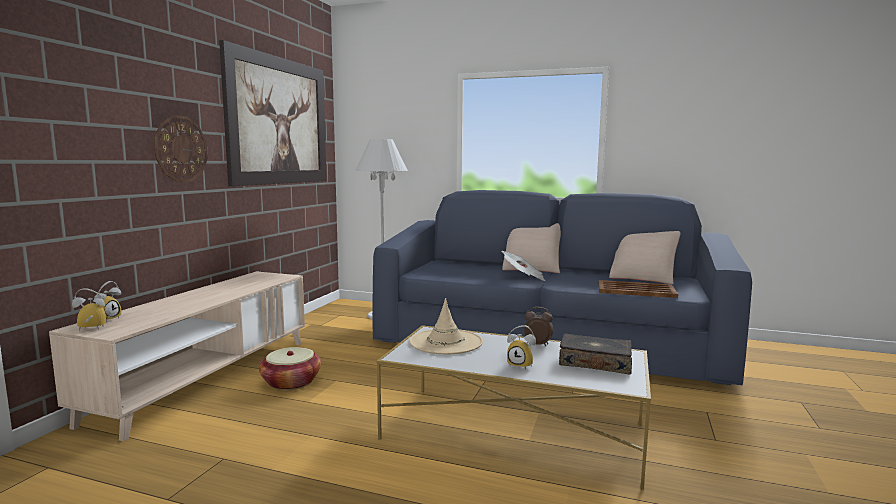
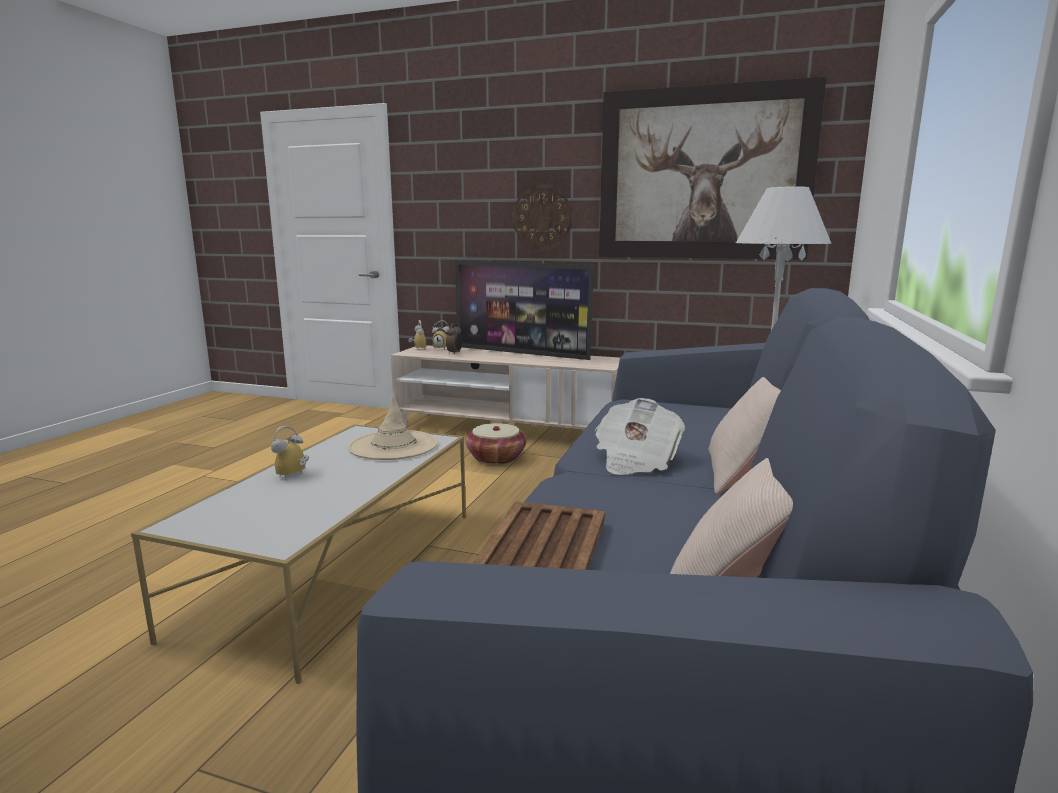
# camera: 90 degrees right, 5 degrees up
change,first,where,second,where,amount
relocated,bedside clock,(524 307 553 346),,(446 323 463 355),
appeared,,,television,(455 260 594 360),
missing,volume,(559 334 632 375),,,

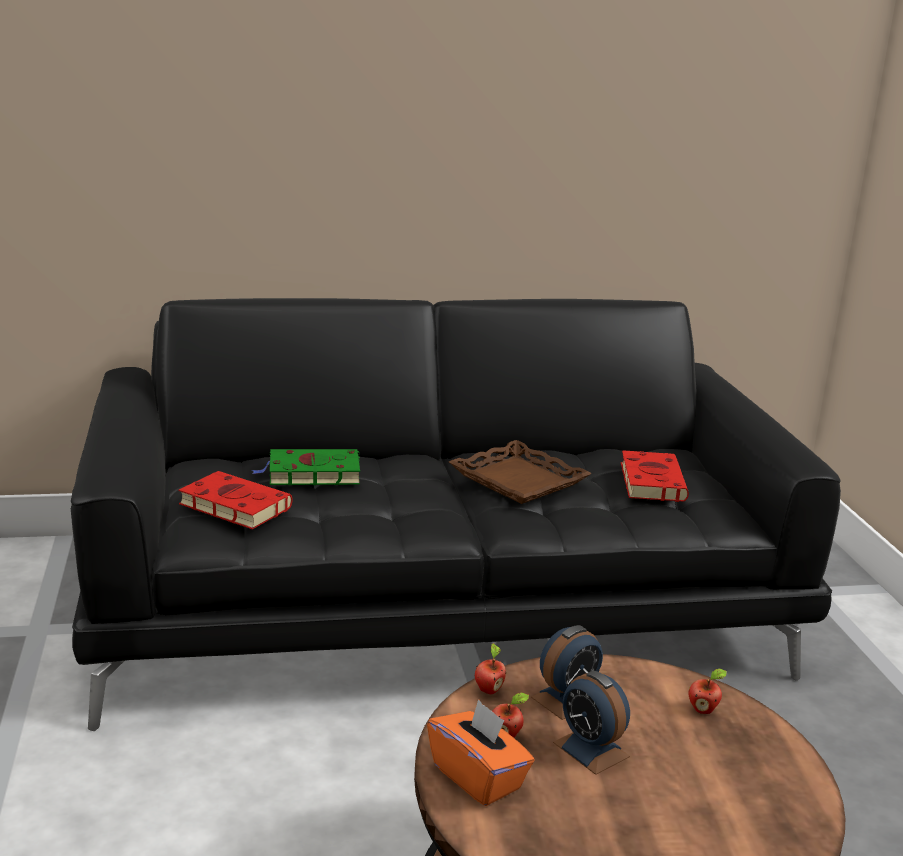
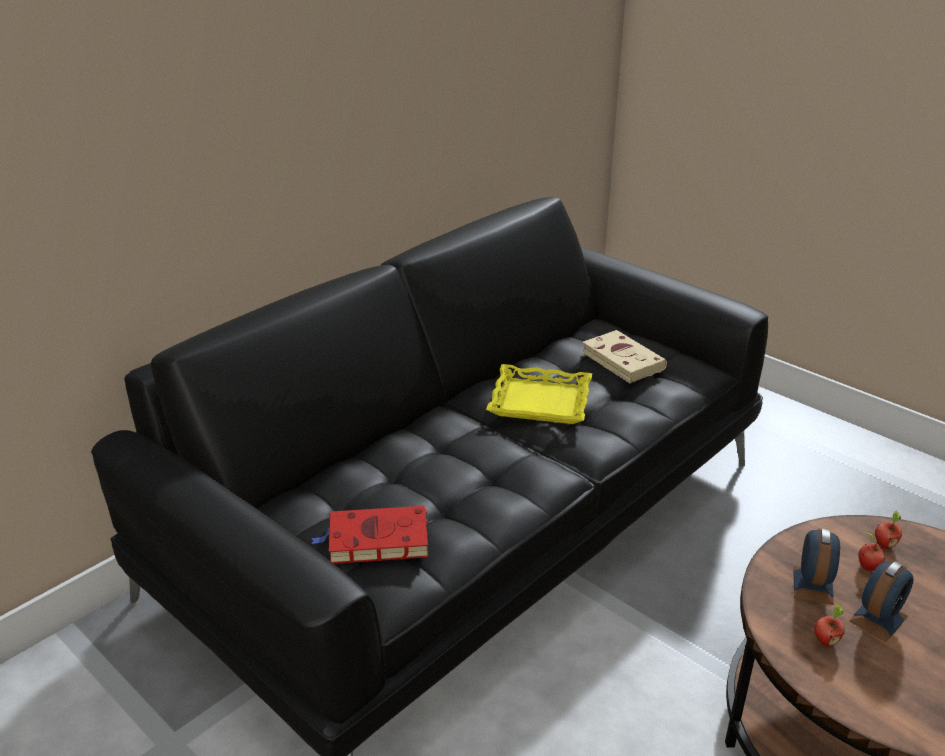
# camera: 35 degrees left, 10 degrees up
change,first,where,second,where,amount
colour,brown carrying tray,(449 440 592 504),yellow carrying tray,(486 364 592 424),
colour,red-coloured volume,(621 450 689 502),sand-coloured volume,(582 330 667 383),
spun,bedside clock,(553 671 630 775),,(849 561 913 642),60 degrees counterclockwise
relocated,apple fruit,(475 643 506 694),,(858 532 885 571),
missing,green volume,(252 449 360 485),,,
missing,orange-coloured tissue box,(427 699 535 806),,,

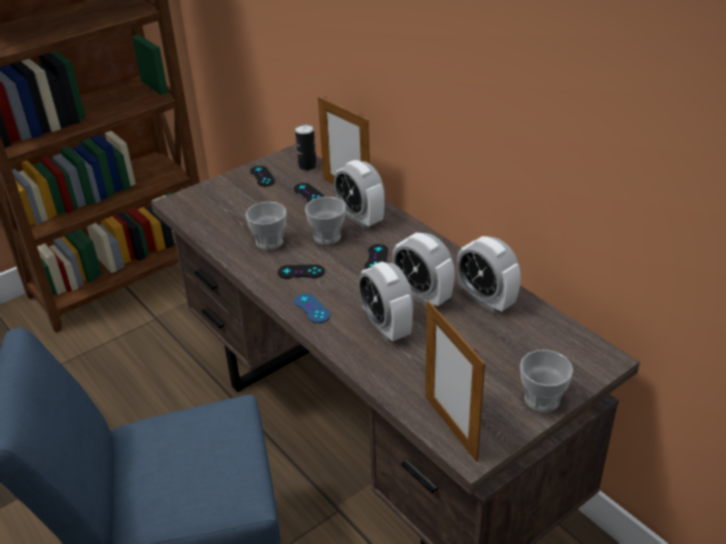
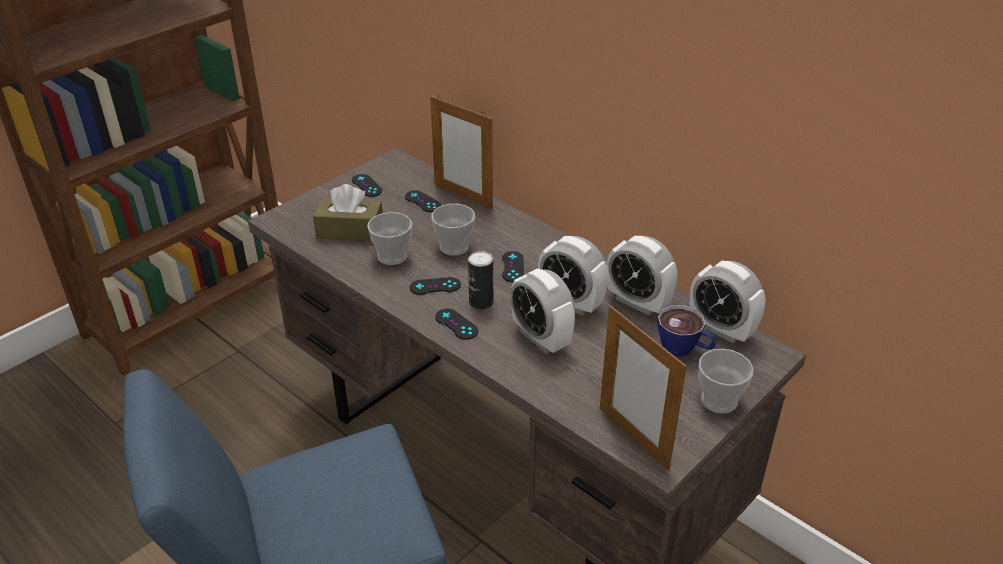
# camera: 10 degrees left, 0 degrees up
change,first,where,second,where,amount
appeared,,,brown tissue box,(313 184 383 241),
colour,blue-coloured joypad,(294 293 330 323),black joypad,(435 309 478 340),
relocated,sealed can,(295 124 317 170),,(468 251 493 310),
appeared,,,small cup,(658 305 717 357),
relocated,bedside clock,(334 160 385 229),,(690 261 766 344),

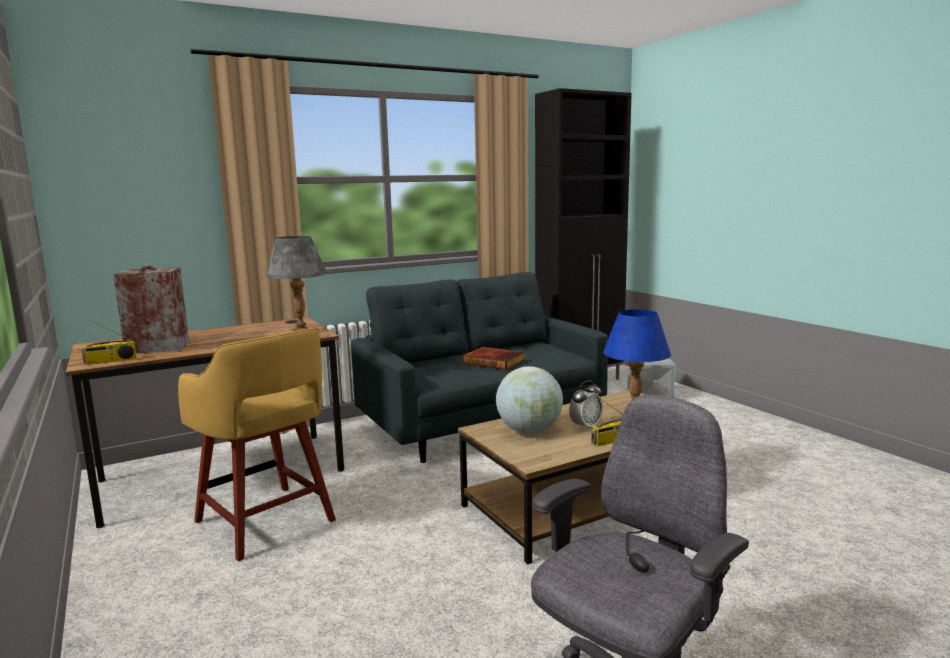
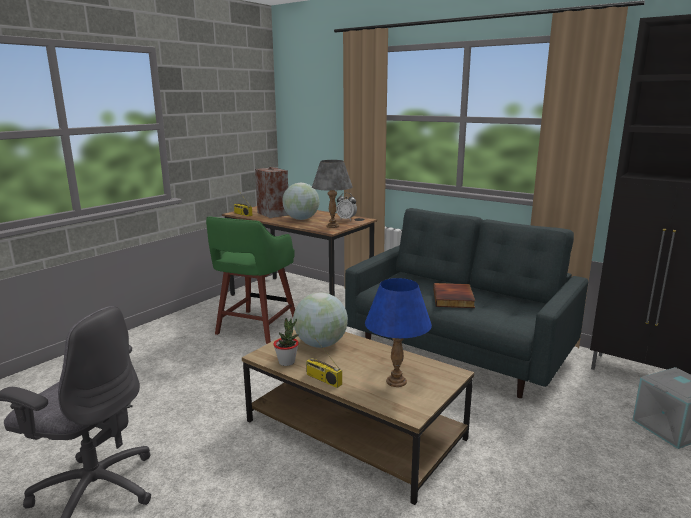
# camera: 65 degrees right, 5 degrees up
change,first,where,second,where,amount
colour,yellow sitting stool,(178 328 336 561),green sitting stool,(206 217 295 344),
appeared,,,plant in a pot,(273 318 299 366),
appeared,,,globe,(282 183 320 220),
relocated,bedside clock,(569 380 603 431),,(336 193 357 221),

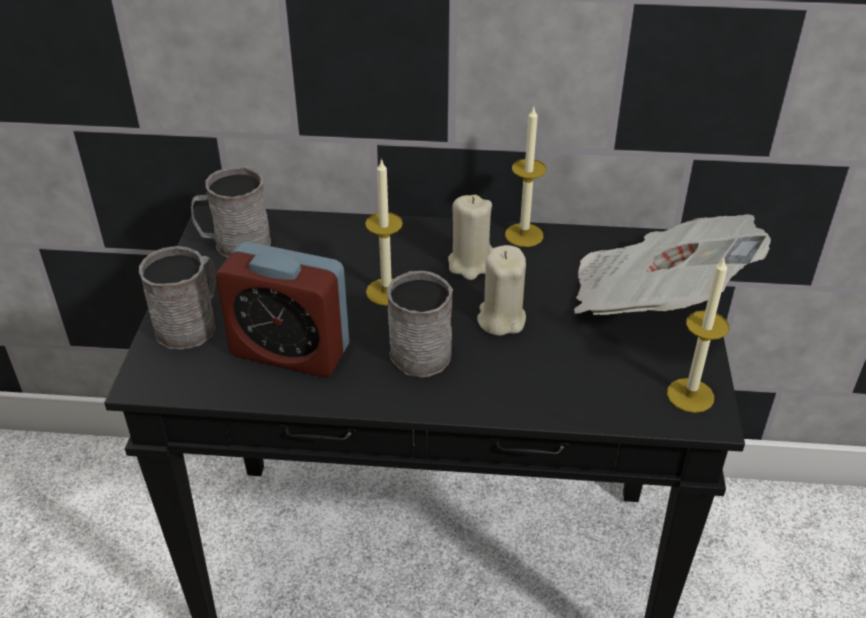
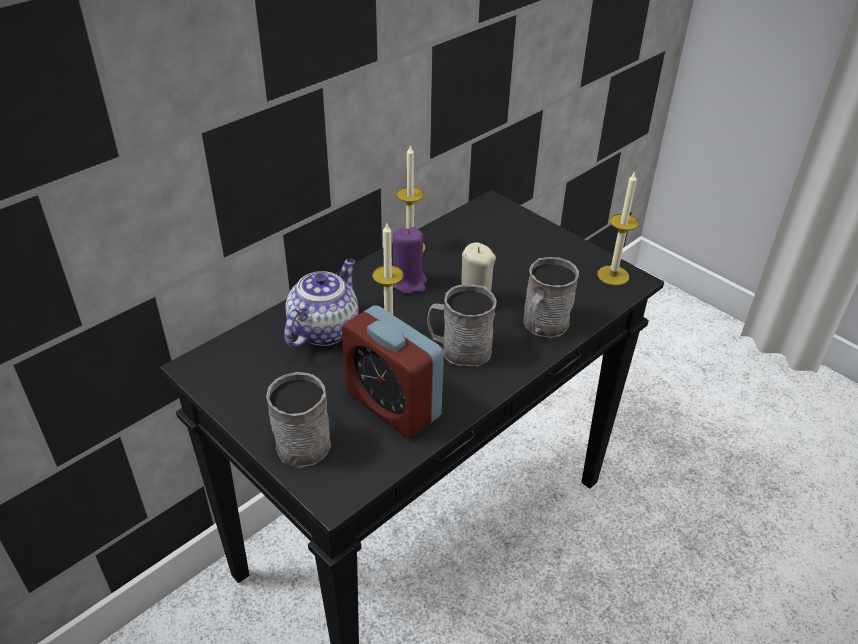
# camera: 50 degrees left, 0 degrees up
change,first,where,second,where,amount
appeared,,,teapot,(284 259 358 347),
spun,bedside clock,(216 241 349 377),,(342 305 444 438),75 degrees clockwise
colour,sand-coloured wax candle,(448 195 492 280),purple-coloured wax candle,(393 227 427 294),
relocated,greyish tea mug,(191 166 271 258),,(523 257 579 338),
missing,daily paper,(574 214 771 315),,,

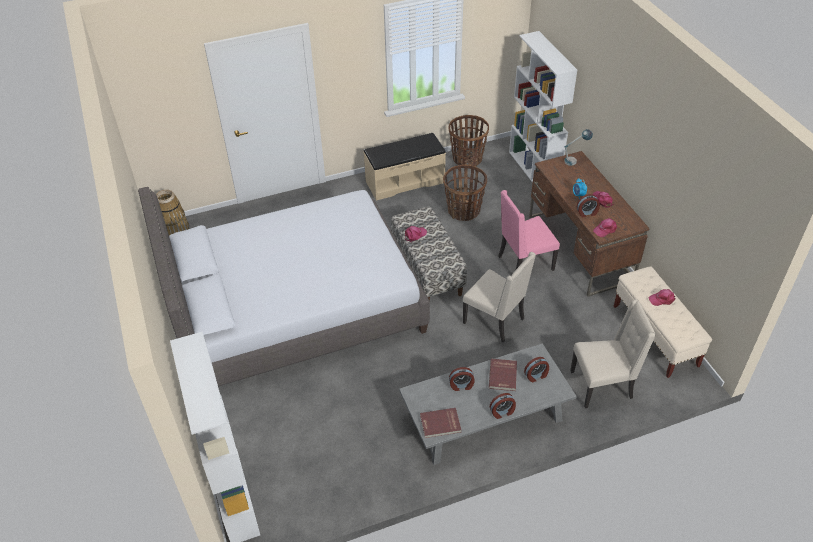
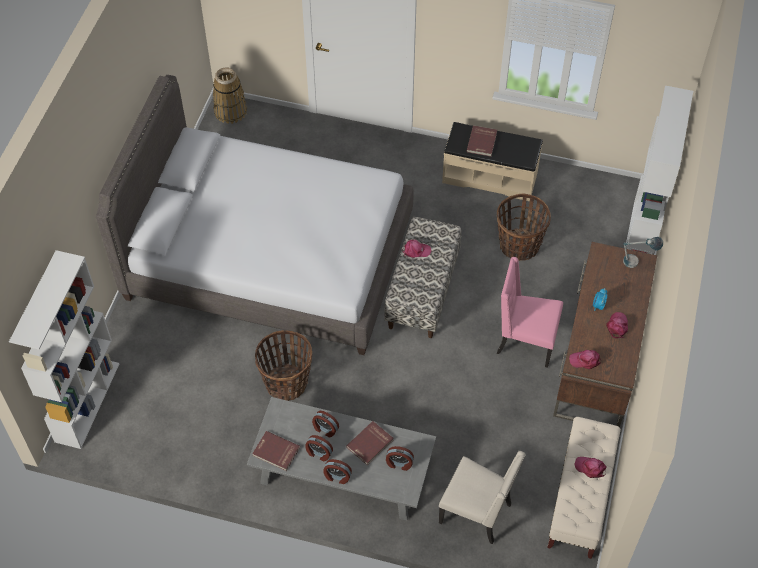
# camera: 35 degrees right, 10 degrees up
change,first,where,second,where,amount
relocated,basket,(449 115 489 166),,(255 330 312 401),
relocated,bedside clock,(577 194 600 217),,(305 435 333 461),
appeared,,,red-coloured volume,(467 126 497 157),
missing,sand-coloured chair,(463 252 536 343),,,

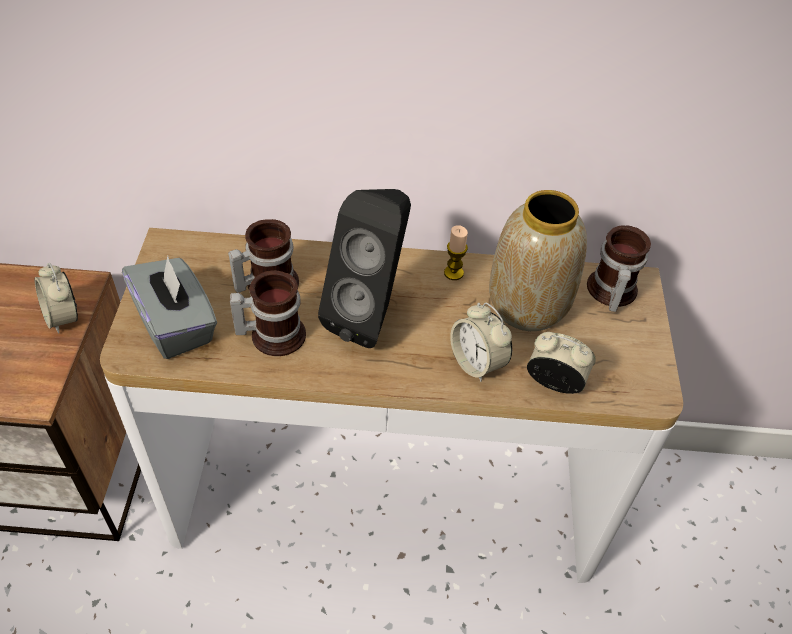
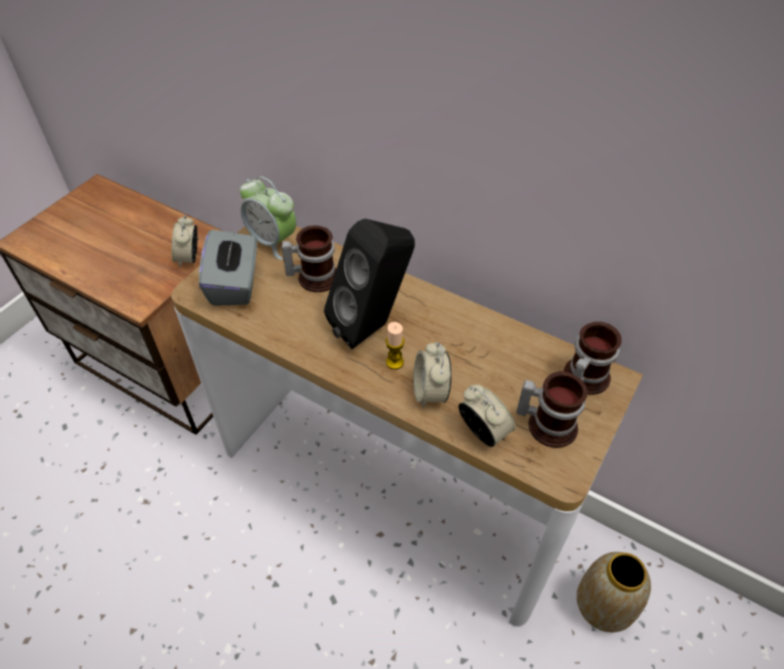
# camera: 30 degrees right, 0 degrees up
change,first,where,second,where,amount
appeared,,,bedside clock,(240 176 296 260),
relocated,wax candle,(444 225 468 280),,(386 322 404 369),
relocated,tea mug,(230 270 306 356),,(516 371 588 448),
relocated,flower vase,(489 190 587 331),,(577 552 651 633),

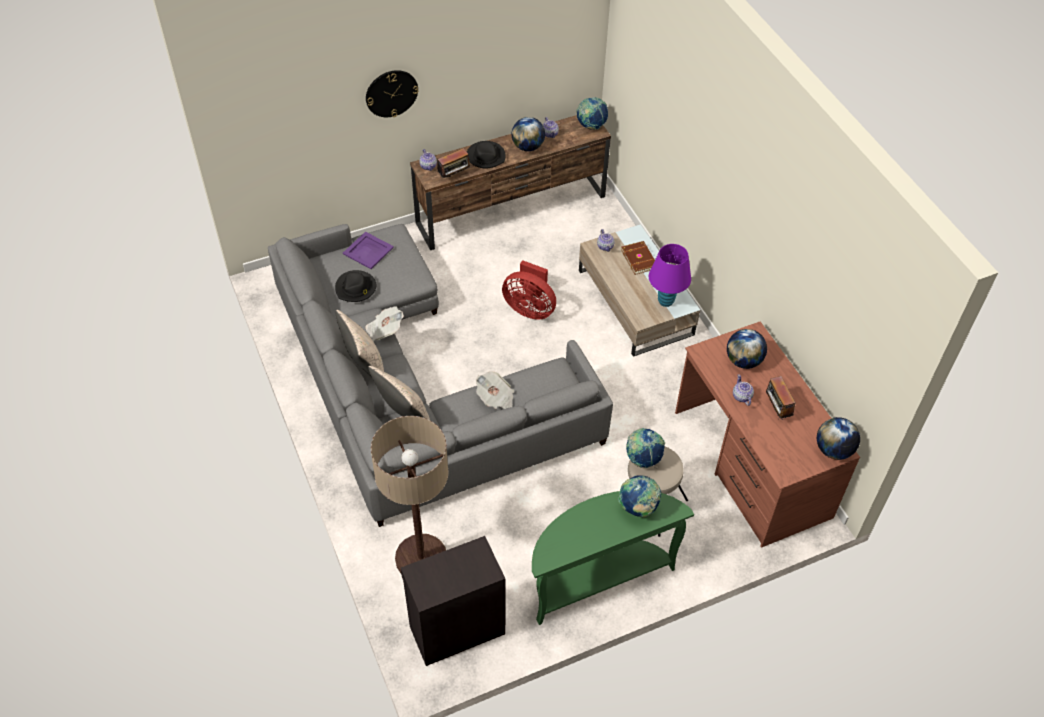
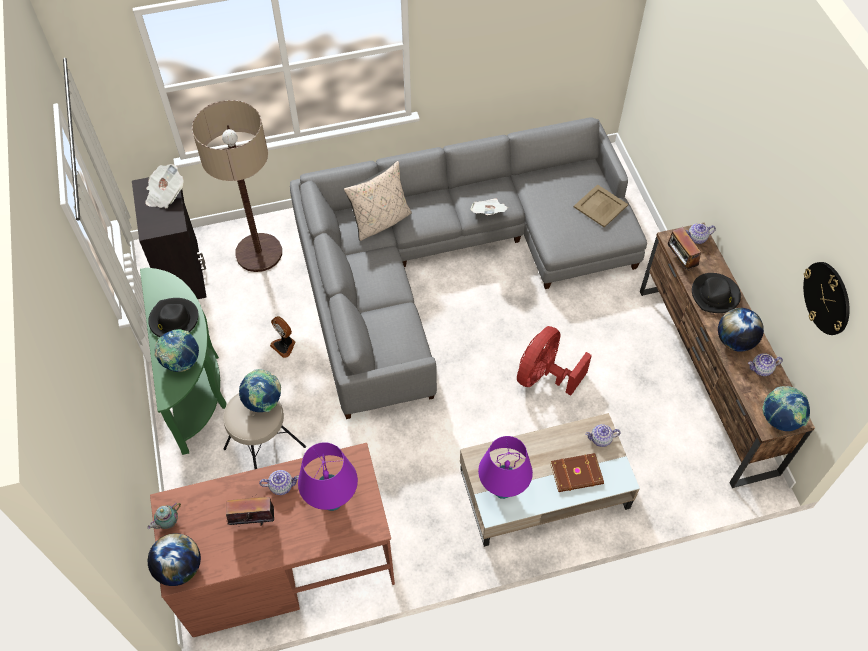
# camera: 100 degrees right, 5 degrees up
change,first,where,second,where,amount
relocated,daily paper,(476 371 514 409),,(145 164 184 209),
appeared,,,teapot,(147 503 181 529),
relocated,black clothing hat,(335 270 376 302),,(148 298 198 337),
appeared,,,cooling fan,(270 316 295 358),
exchanged,globe,(727 329 767 369),purple-coloured lamp for a table,(298 442 358 511),
colour,purple-coloured carrying tray,(343 232 394 269),sand-coloured carrying tray,(574 184 628 228),
relocated,clock on the wall,(366 70 418 117),,(803 262 850 335),
missing,sand-coloured throw pillow,(336 310 384 376),,,

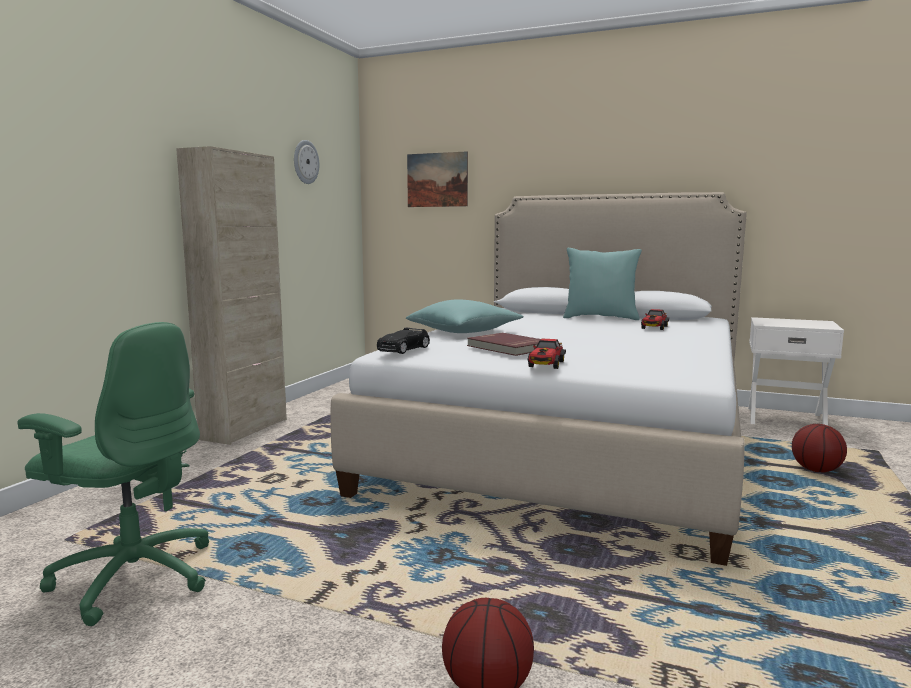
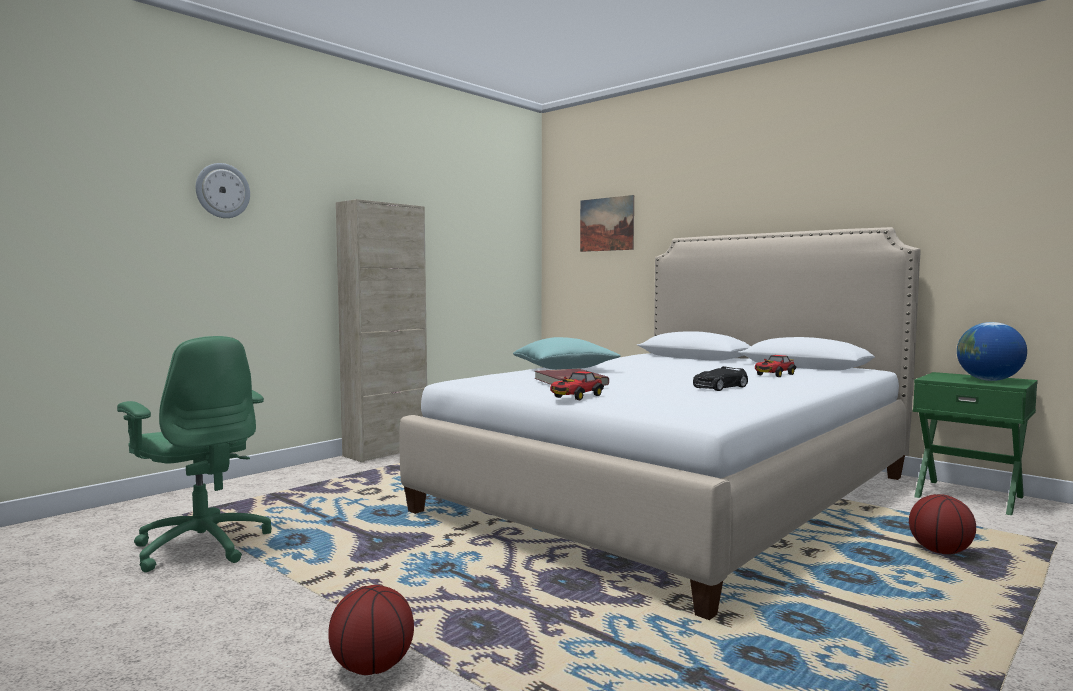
# camera: 20 degrees right, 5 degrees down
change,first,where,second,where,amount
relocated,clock on the wall,(294 140 319 184),,(196 163 250 218),
relocated,black model car,(377 327 430 354),,(693 366 748 391),
colour,white night table,(748 317 844 426),green night table,(913 372 1038 515),
appeared,,,globe,(957 322 1027 381),
missing,turquoise throw pillow,(563 248 642 320),,,

